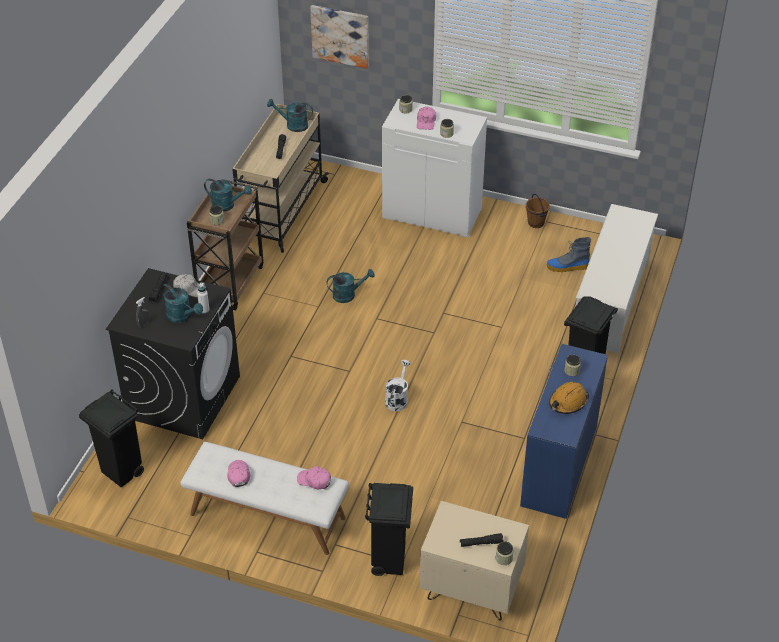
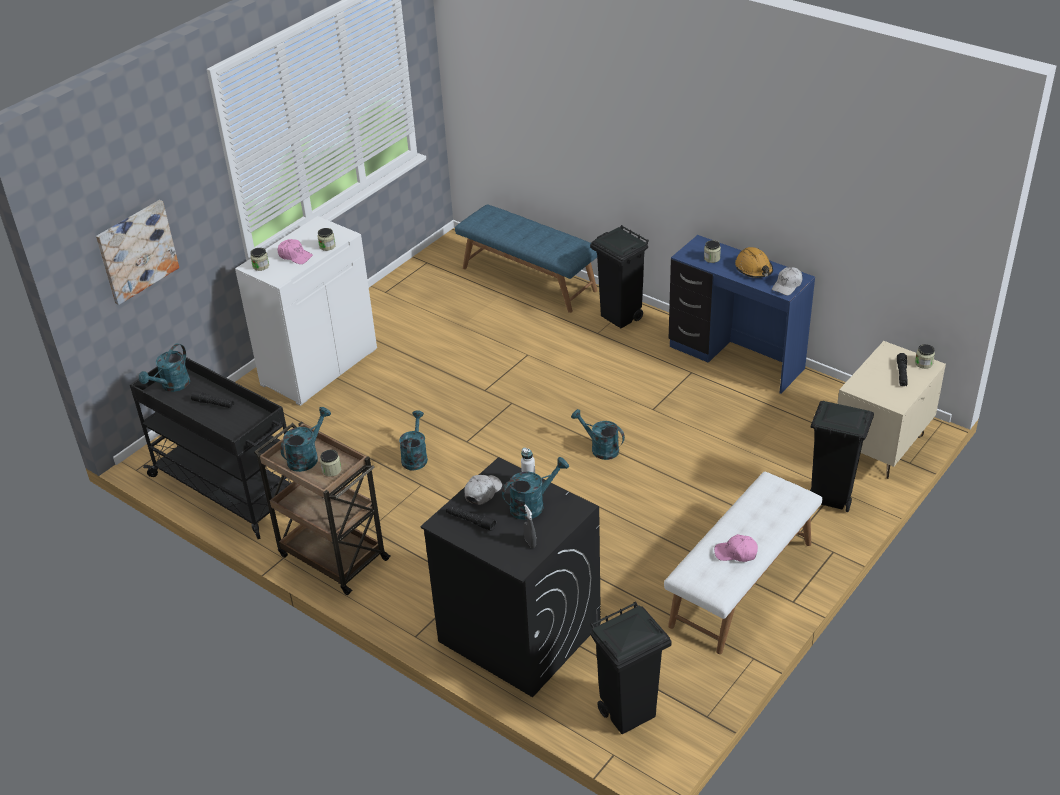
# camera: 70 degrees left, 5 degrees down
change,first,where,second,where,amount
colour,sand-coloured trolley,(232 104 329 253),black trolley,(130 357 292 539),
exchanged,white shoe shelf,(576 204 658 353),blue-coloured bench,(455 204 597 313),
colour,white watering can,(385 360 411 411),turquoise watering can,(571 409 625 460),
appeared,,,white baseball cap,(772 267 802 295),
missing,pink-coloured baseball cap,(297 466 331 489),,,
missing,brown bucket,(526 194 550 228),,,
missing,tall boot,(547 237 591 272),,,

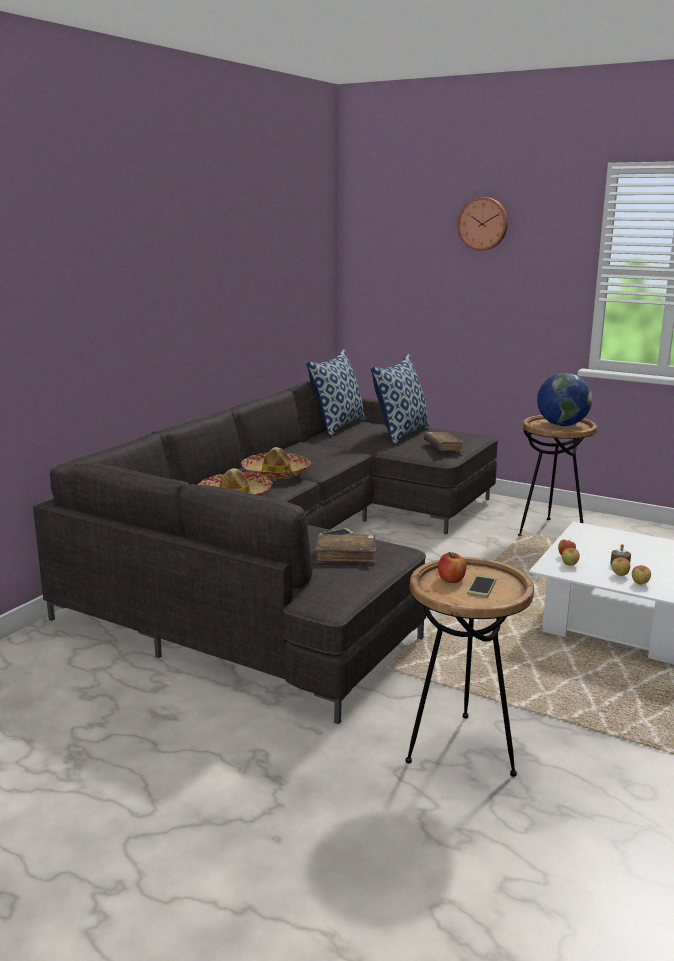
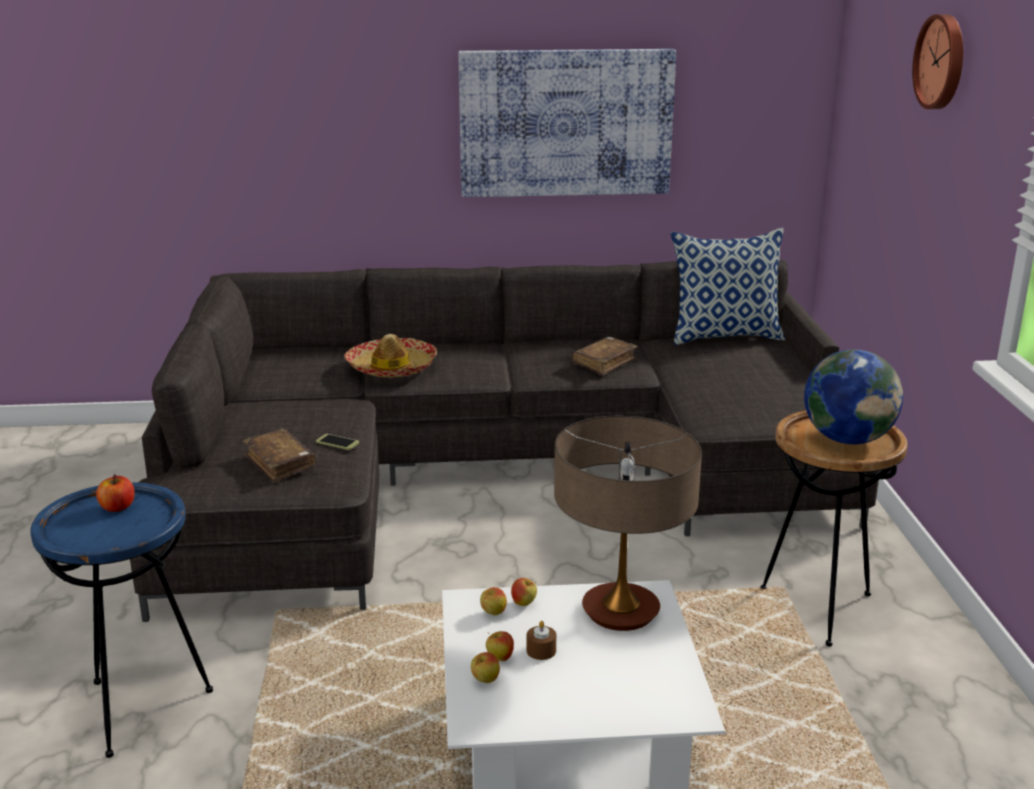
# camera: 55 degrees right, 5 degrees up
change,first,where,second,where,amount
colour,brown side table,(406 557 534 777),blue-coloured side table,(30 482 213 758),
appeared,,,picture,(458 49 676 197),
appeared,,,lamp for a table,(554 415 702 631),
relocated,brown volume,(424 432 465 452),,(572 336 638 376),
missing,clothing hat,(241 447 311 480),,,
missing,throw pillow,(370 354 430 445),,,
missing,telephone,(467 575 496 598),,,

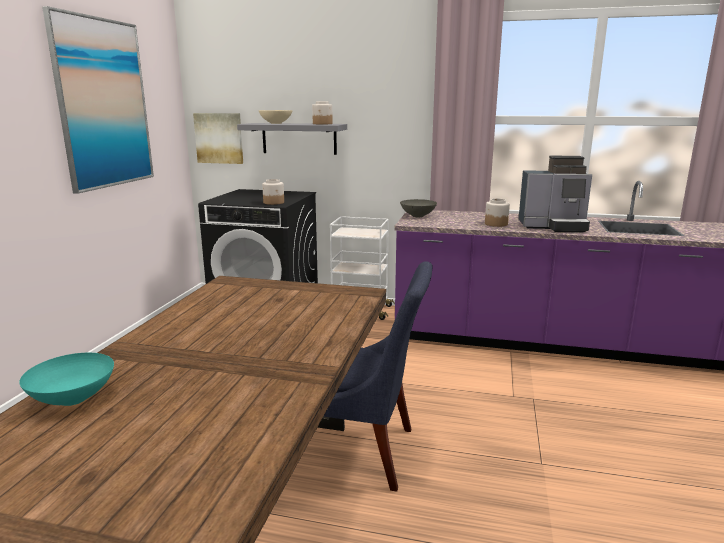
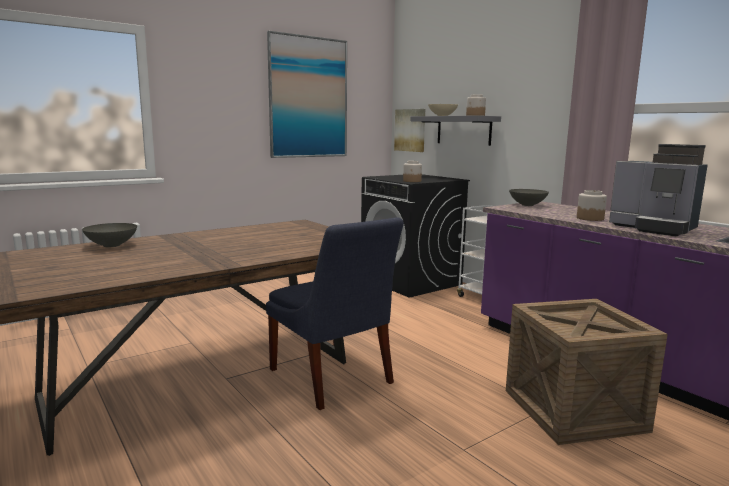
# camera: 40 degrees right, 5 degrees down
change,first,where,second,where,amount
colour,turquoise bowl,(19 353 114 406),greyish bowl,(82 223 137 247),
appeared,,,crate,(506 299 668 445),

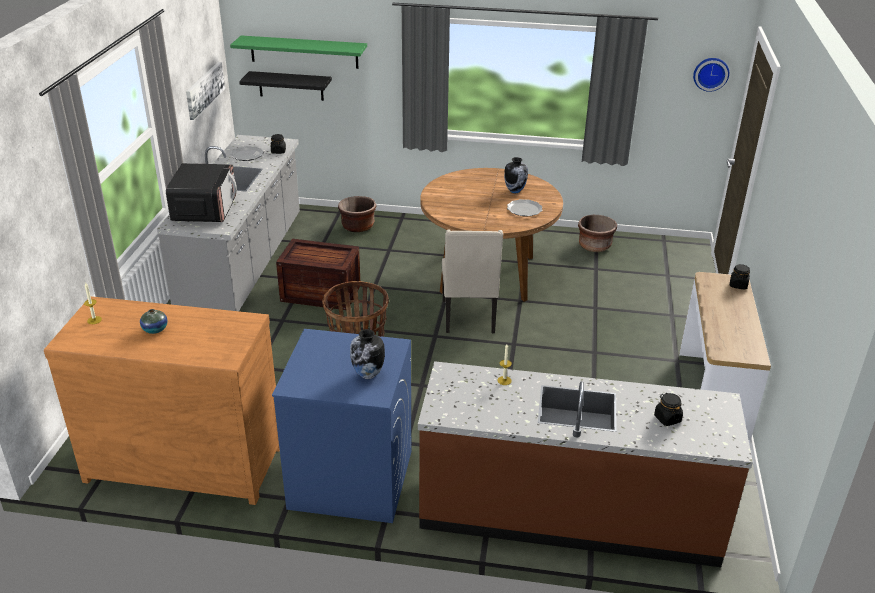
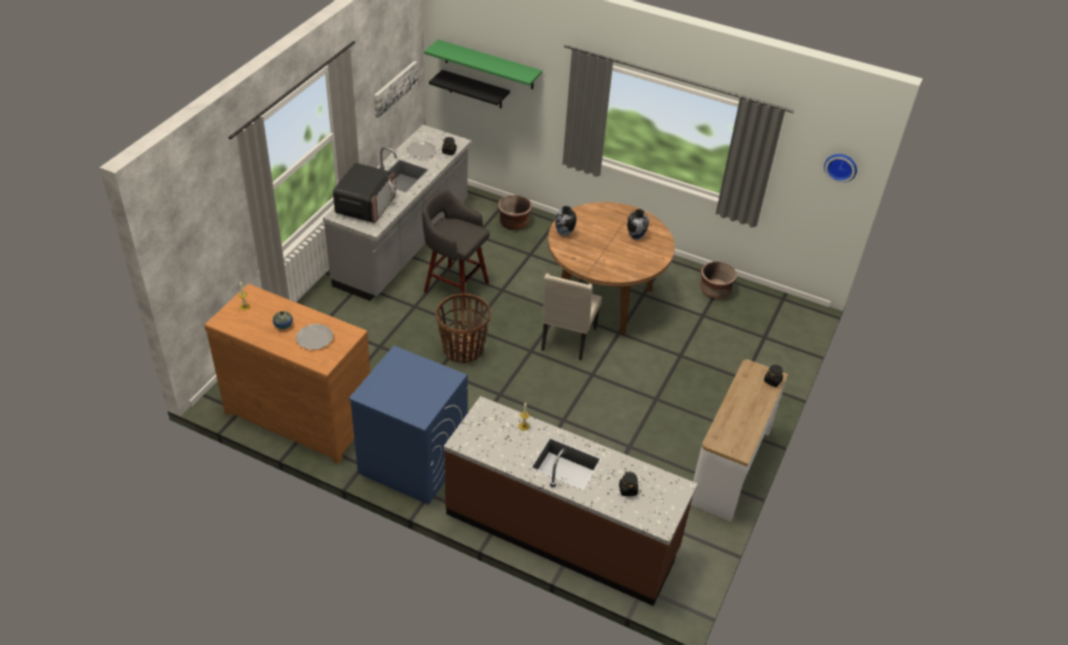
# camera: 15 degrees right, 10 degrees up
change,first,where,second,where,amount
relocated,flat dish,(507 199 542 216),,(296 324 333 350),
exchanged,crate,(276 239 360 310),greyish sitting stool,(422 189 490 308),
relocated,flower vase,(350 329 385 379),,(555 206 577 236),

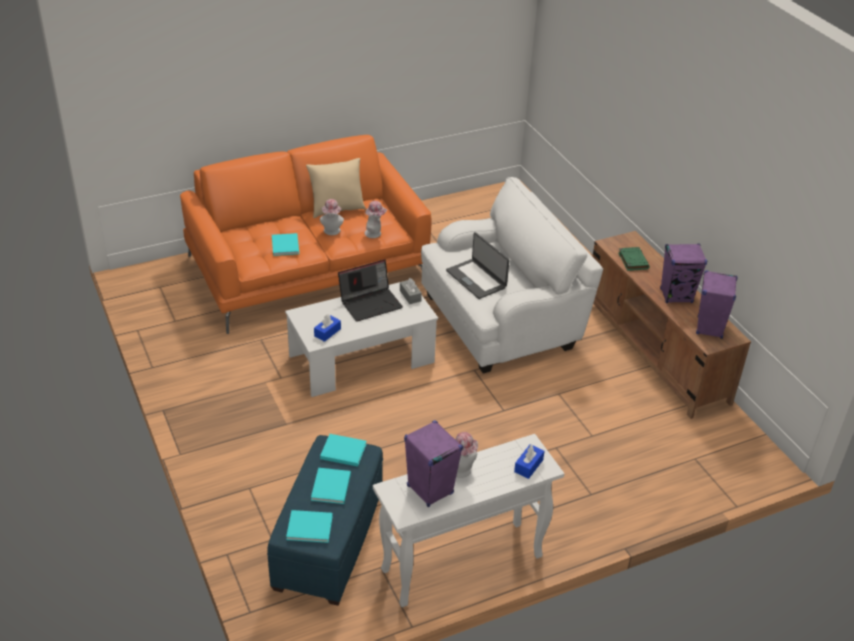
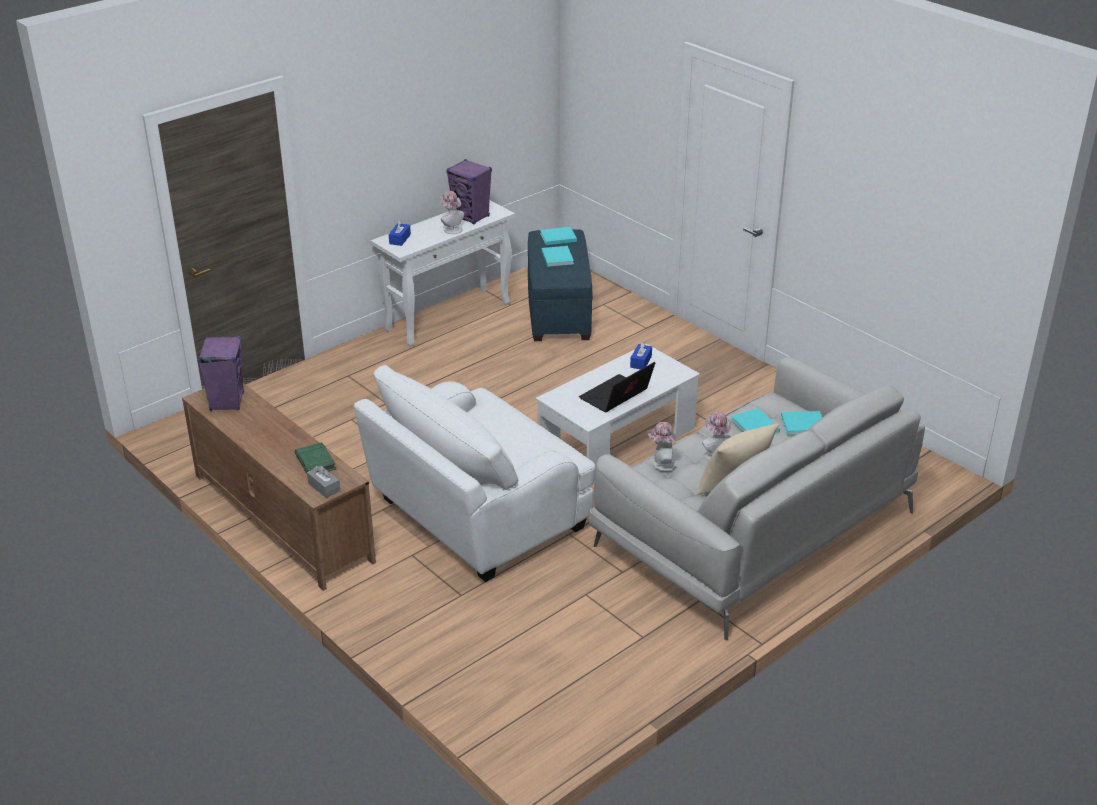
# camera: 165 degrees right, 5 degrees down
change,first,where,second,where,amount
relocated,greyish tissue box,(400 278 422 304),,(307 465 340 498),
colour,orange-coloured settee,(180 135 432 334),greyish settee,(589 357 925 640),
relocated,turquoise volume,(320 434 366 467),,(781 411 822 435),
missing,notebook computer,(446 232 510 299),,,
missing,purple-coloured loudspeaker,(660 244 707 303),,,

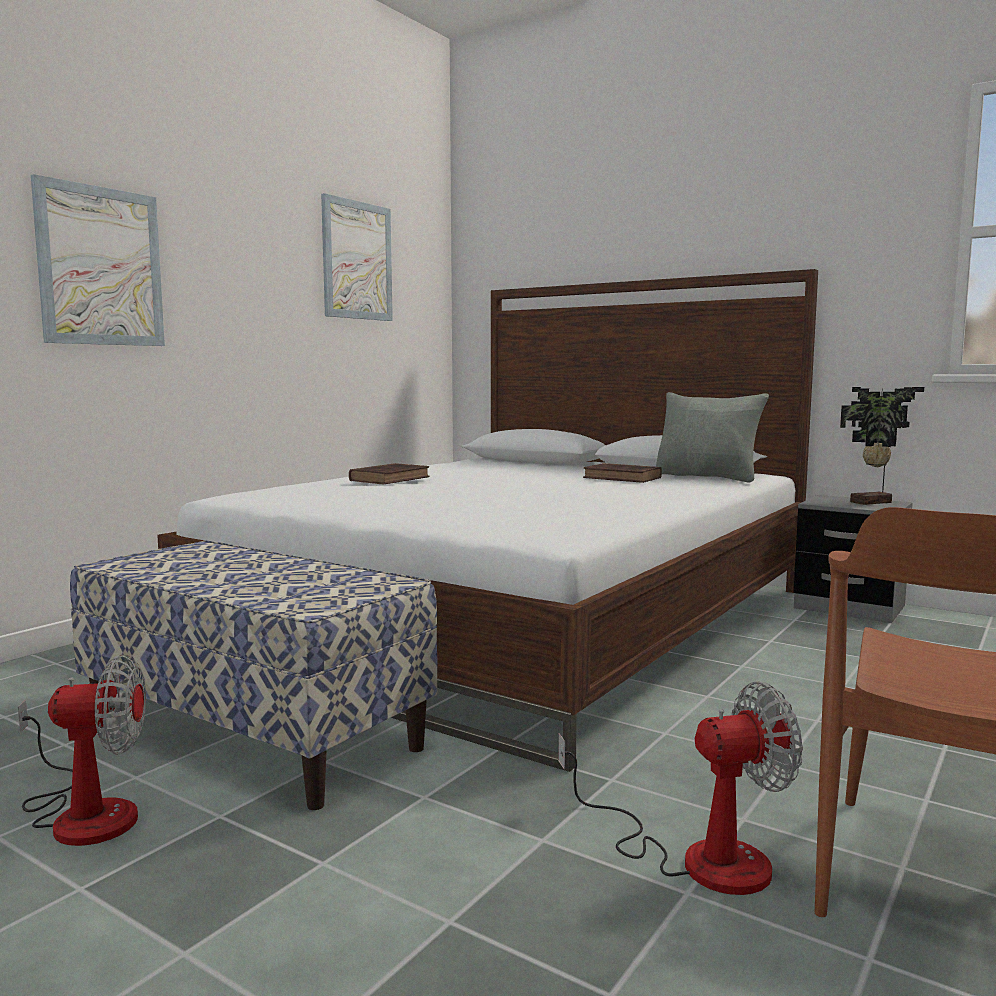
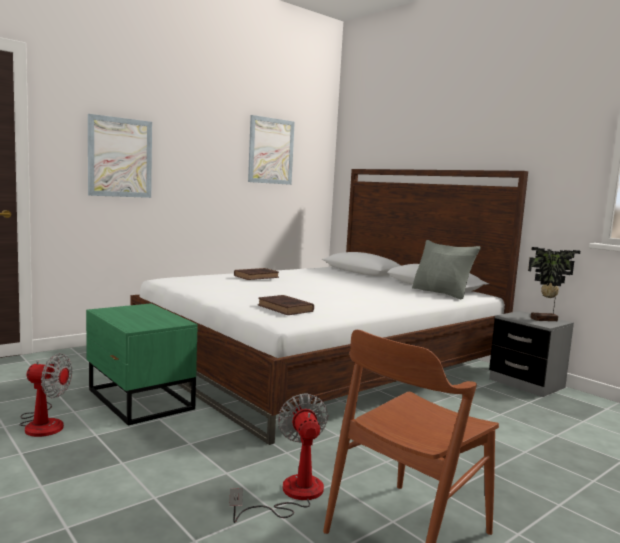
# camera: 15 degrees right, 0 degrees up
change,first,where,second,where,amount
exchanged,bench,(70 541 438 810),green night table,(86 303 198 426),
spun,cooling fan,(558 681 803 895),,(230 394 328 523),105 degrees counterclockwise
relocated,brown volume,(583 463 662 483),,(258 295 314 315),

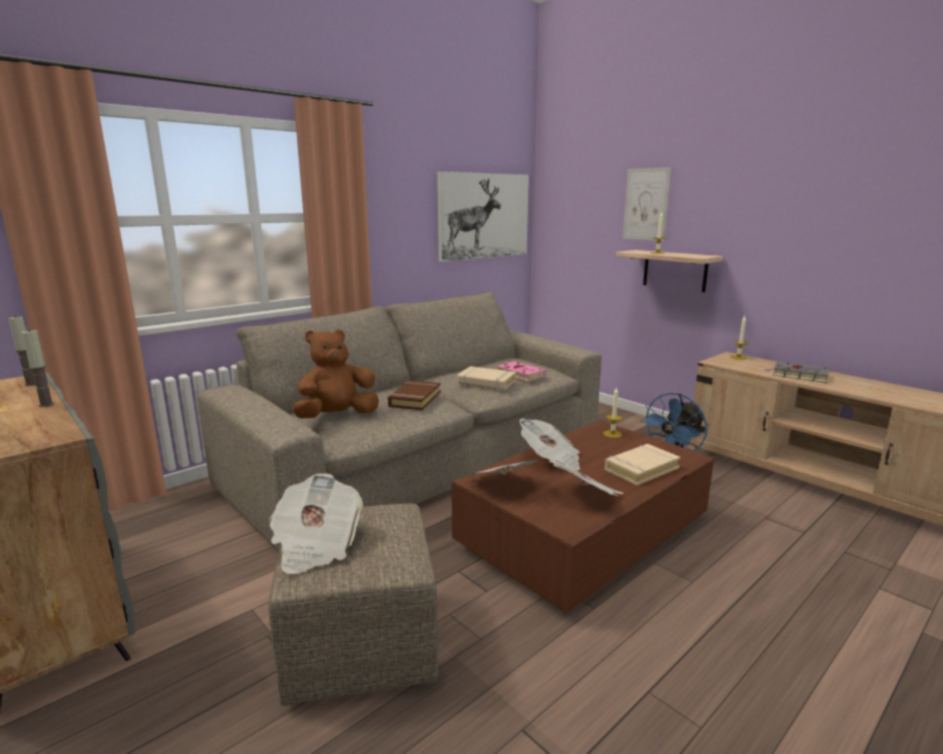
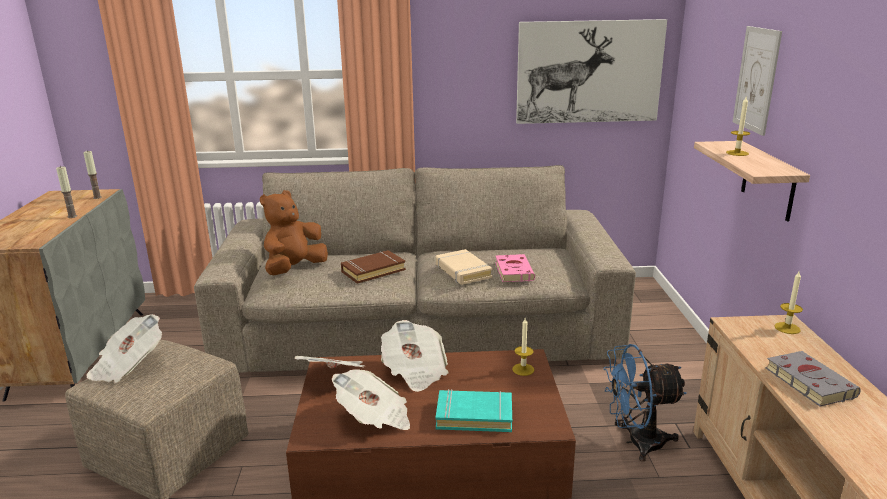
# camera: 40 degrees right, 5 degrees up
change,first,where,second,where,amount
spun,brown soft toy,(293 329 379 419),,(260 190 328 275),60 degrees counterclockwise
colour,sand-coloured volume,(605 444 680 486),turquoise volume,(435 389 512 432),

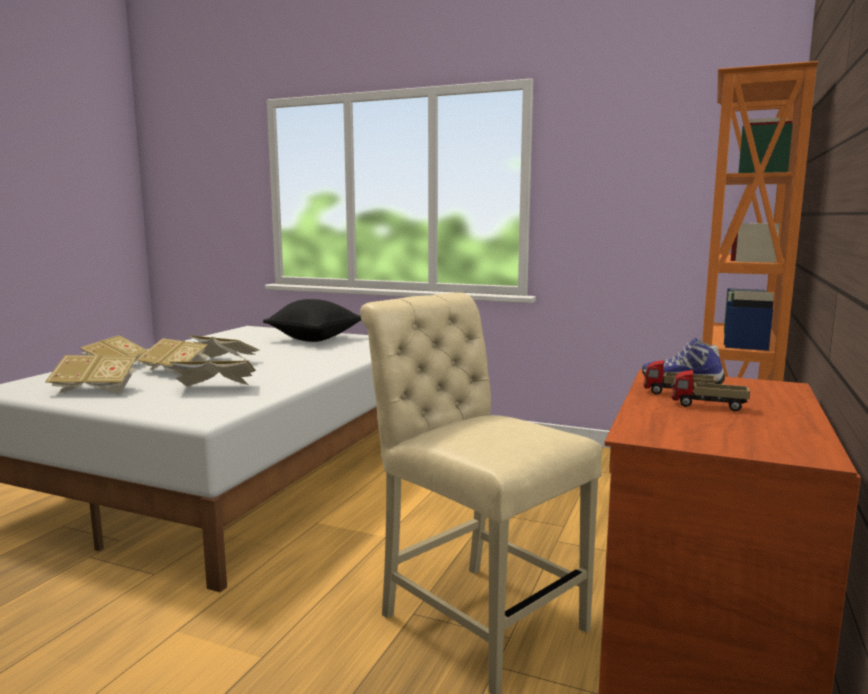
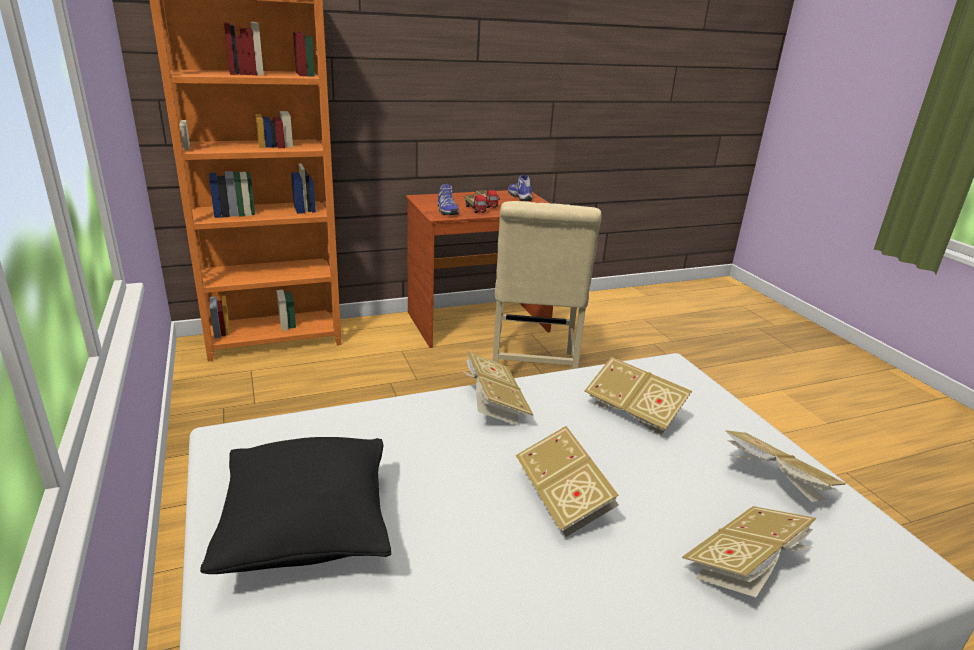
# camera: 135 degrees left, 15 degrees up
change,first,where,second,where,amount
relocated,volume,(136 338 209 376),,(462 351 533 426),
appeared,,,shoe,(508 175 532 201),

